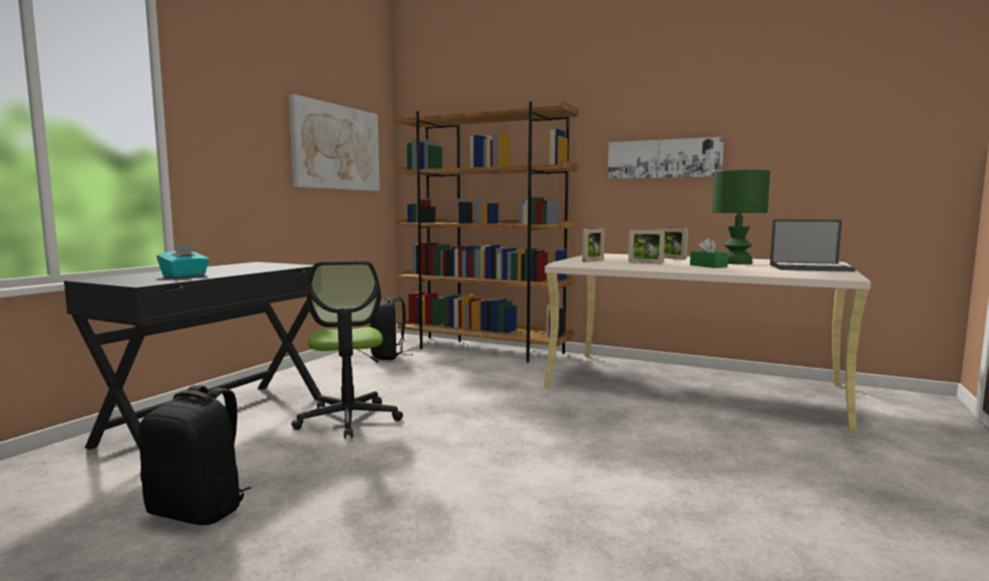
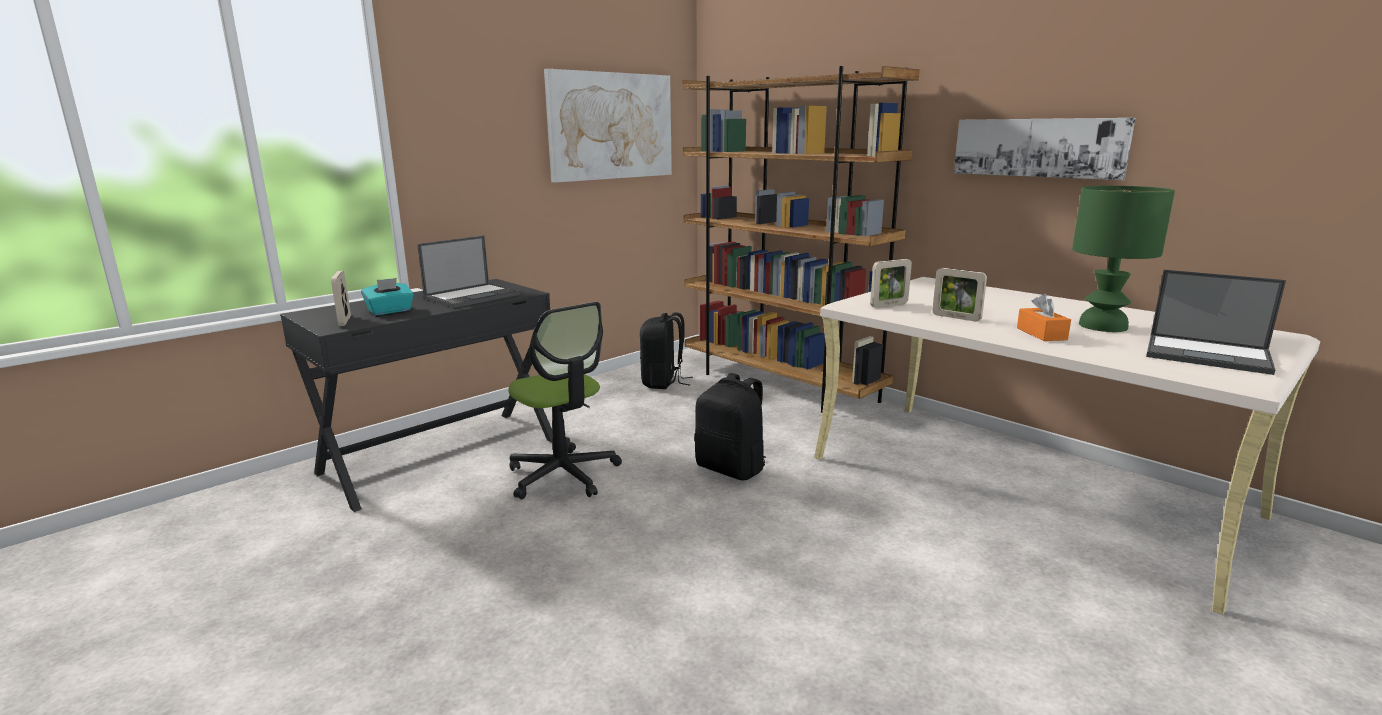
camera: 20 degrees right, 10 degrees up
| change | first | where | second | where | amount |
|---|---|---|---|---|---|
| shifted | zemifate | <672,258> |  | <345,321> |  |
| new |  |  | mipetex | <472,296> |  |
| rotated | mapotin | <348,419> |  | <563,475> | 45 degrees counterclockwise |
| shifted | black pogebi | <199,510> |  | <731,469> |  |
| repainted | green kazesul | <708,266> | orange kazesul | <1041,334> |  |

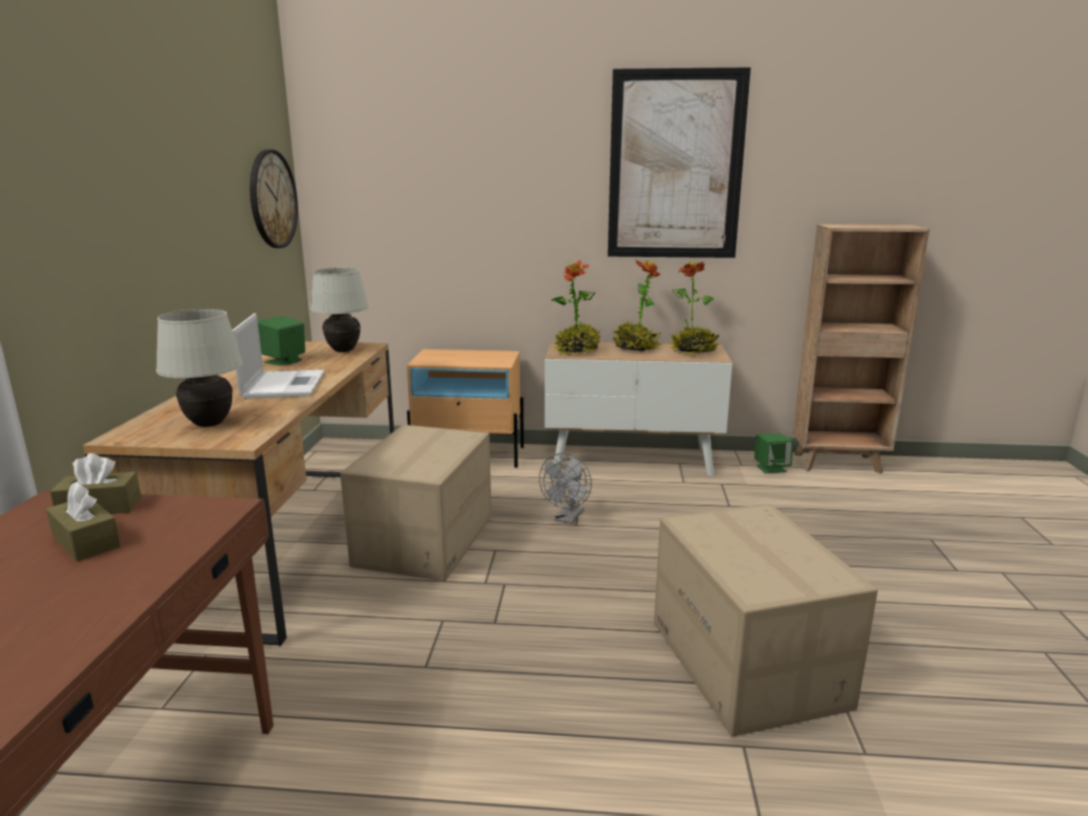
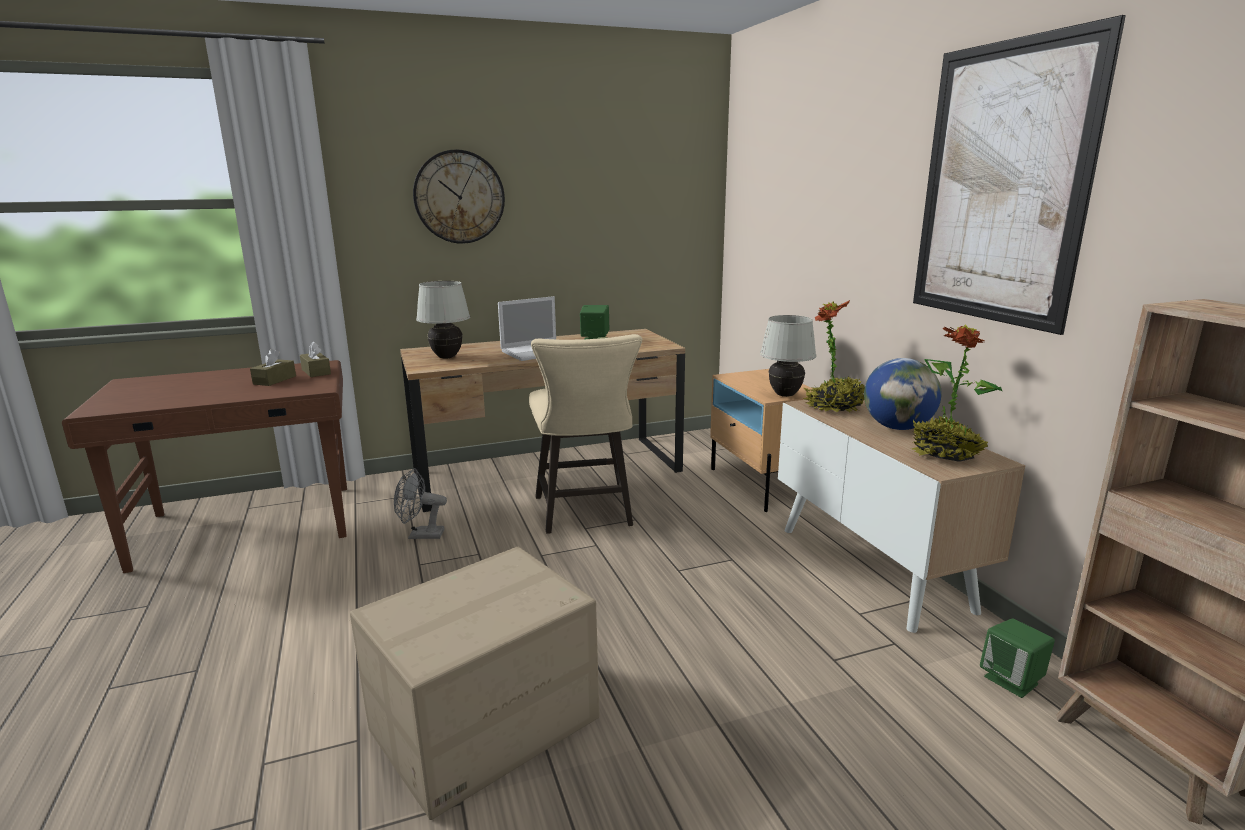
camera: 65 degrees right, 0 degrees up
| change | first | where | second | where | amount |
|---|---|---|---|---|---|
| shifted | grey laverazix | <567,518> |  | <420,535> |  |
| shifted | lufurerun | <272,199> |  | <459,197> |  |
| swapped | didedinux | <426,541> | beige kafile | <585,514> |  |
| shifted | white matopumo | <343,351> |  | <785,395> |  |
| swapped | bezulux | <635,348> | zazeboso | <897,427> |  |

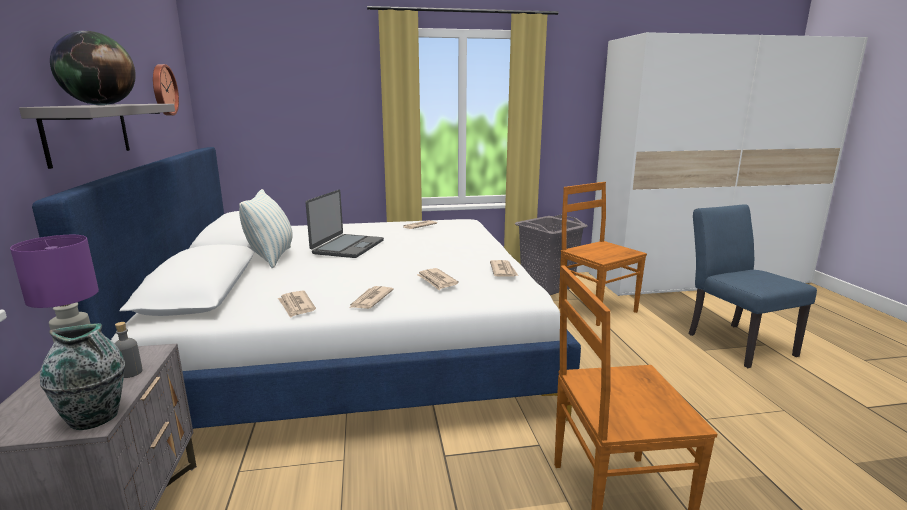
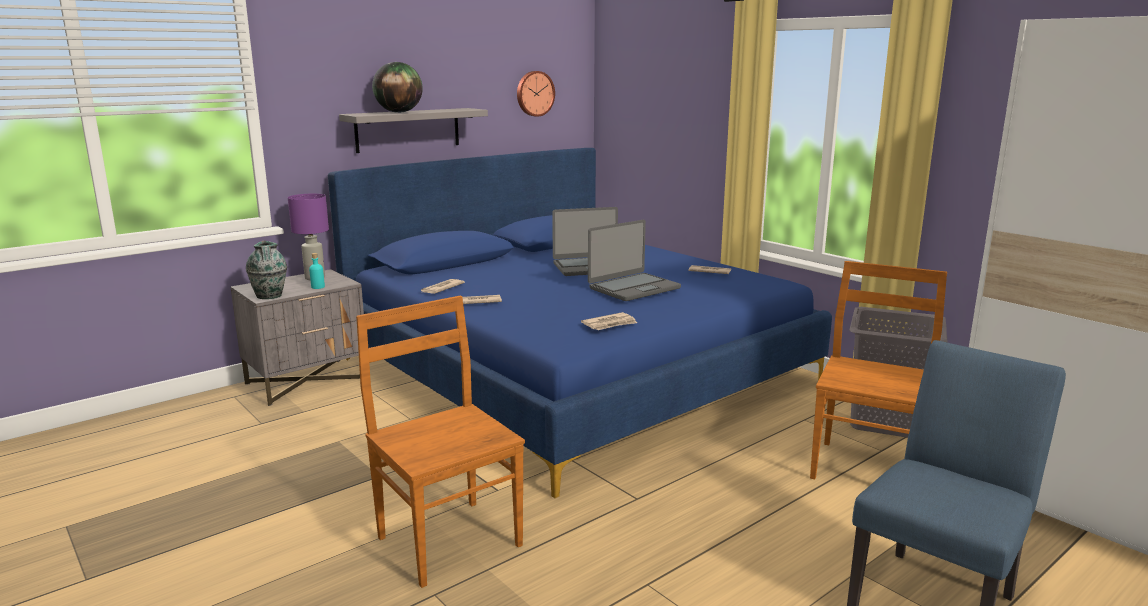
camera: 60 degrees right, 0 degrees up
| change | first | where | second | where | amount |
|---|---|---|---|---|---|
| repainted | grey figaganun | <131,372> | turquoise figaganun | <318,287> |  |
| repainted | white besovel | <356,344> | blue besovel | <575,370> |  |
| new |  |  | mipetex | <633,288> |  |
| gone | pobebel | <272,257> |  |  |  |
| gone | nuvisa | <437,281> |  |  |  |

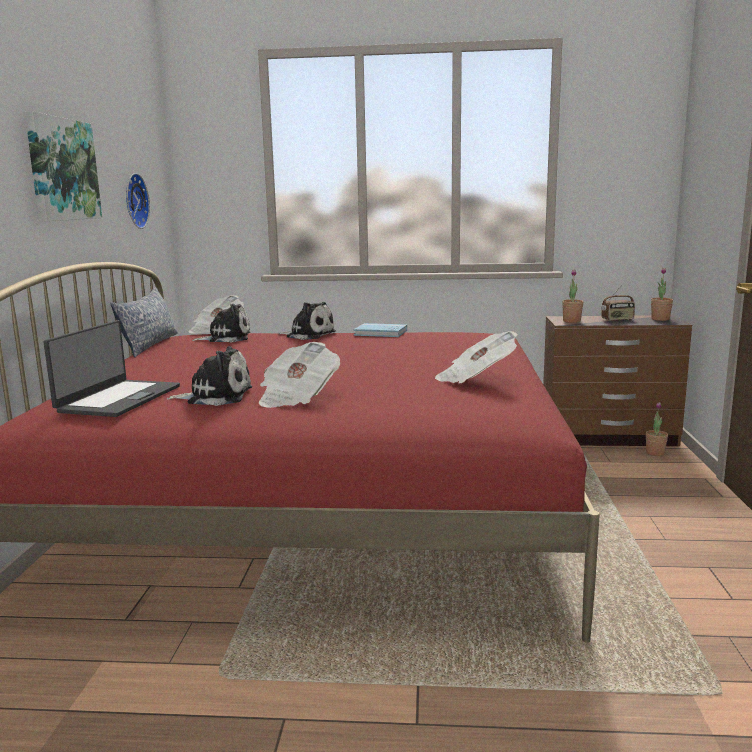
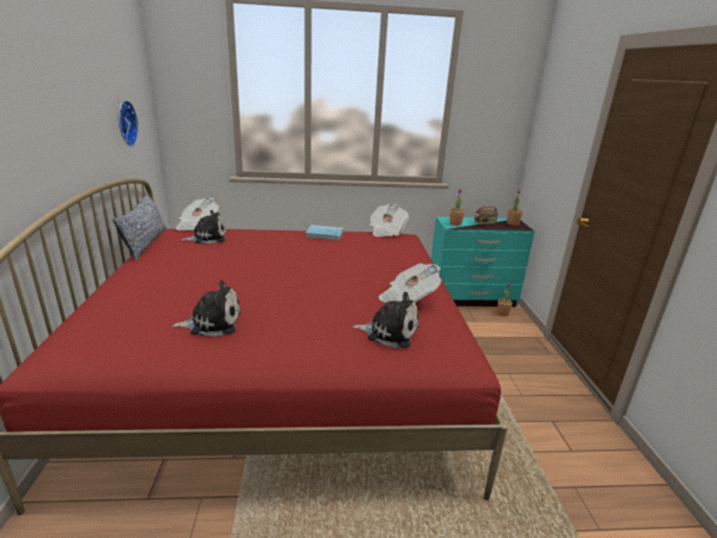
camera: 10 degrees left, 10 degrees up
| change | first | where | second | where | amount |
|---|---|---|---|---|---|
| shifted | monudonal | <308,335> |  | <389,332> |  |
| shifted | nuvisa | <297,397> |  | <386,231> |  |
| repainted | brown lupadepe | <609,437> | turquoise lupadepe | <471,298> |  |
| gone | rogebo | <62,169> |  |  |  |
| gone | mipetex | <118,399> |  |  |  |

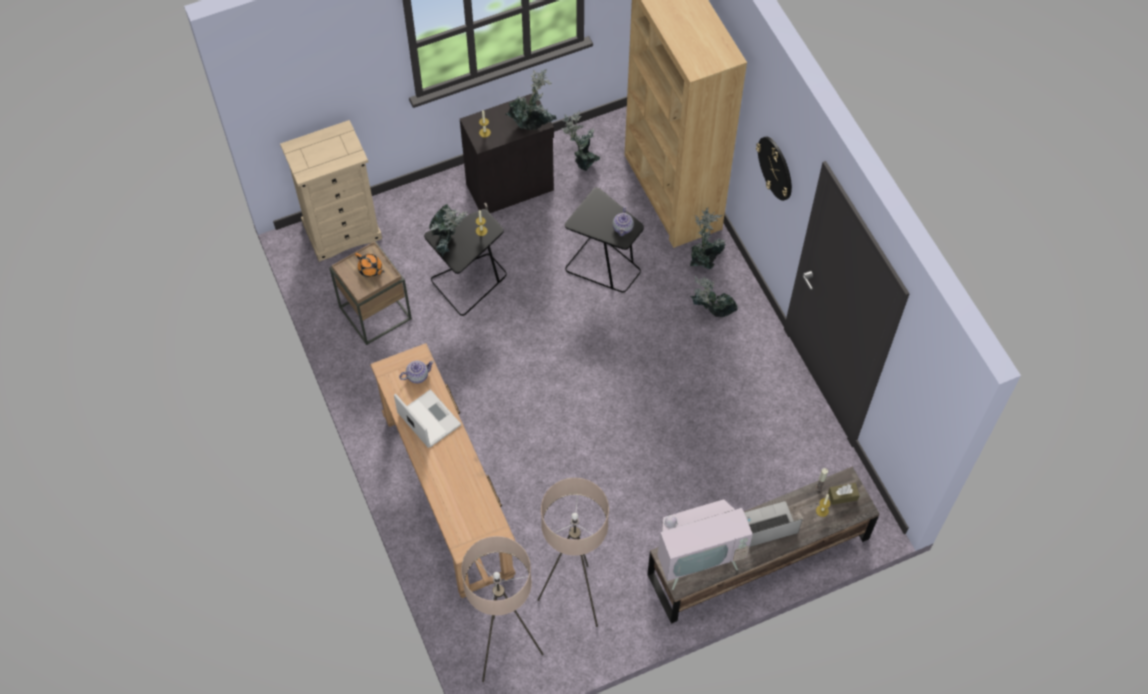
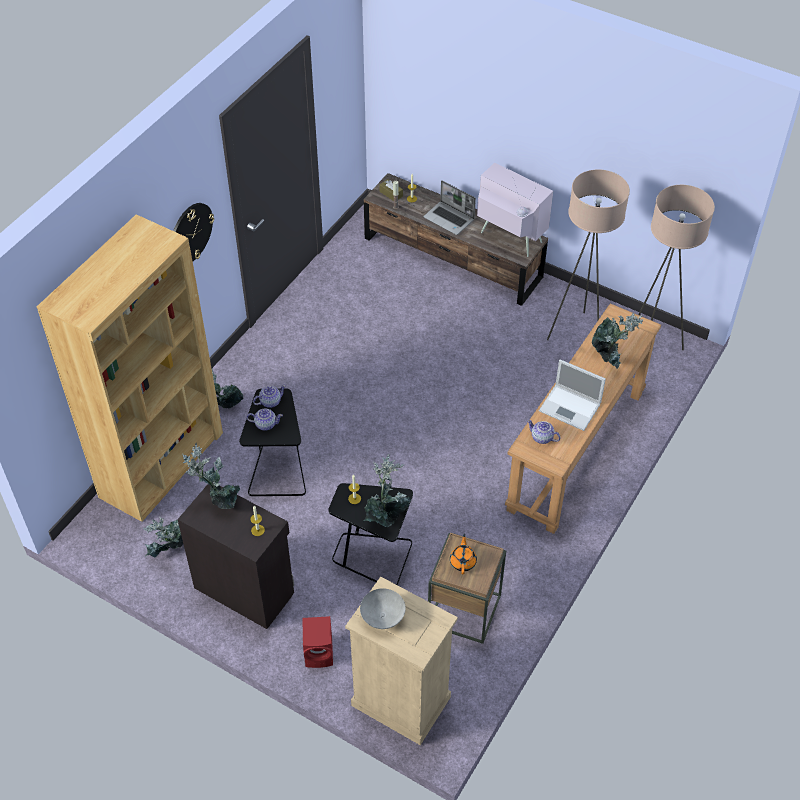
camera: 125 degrees left, 10 degrees down
| change | first | where | second | where | amount |
|---|---|---|---|---|---|
| new |  |  | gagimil | <265,424> |  |
| new |  |  | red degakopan | <320,653> |  |
| new |  |  | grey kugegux | <383,616> |  |
| rotated | mipetex | <428,418> |  | <571,408> | 75 degrees counterclockwise |
| shifted | bezulux | <710,312> |  | <610,357> |  |

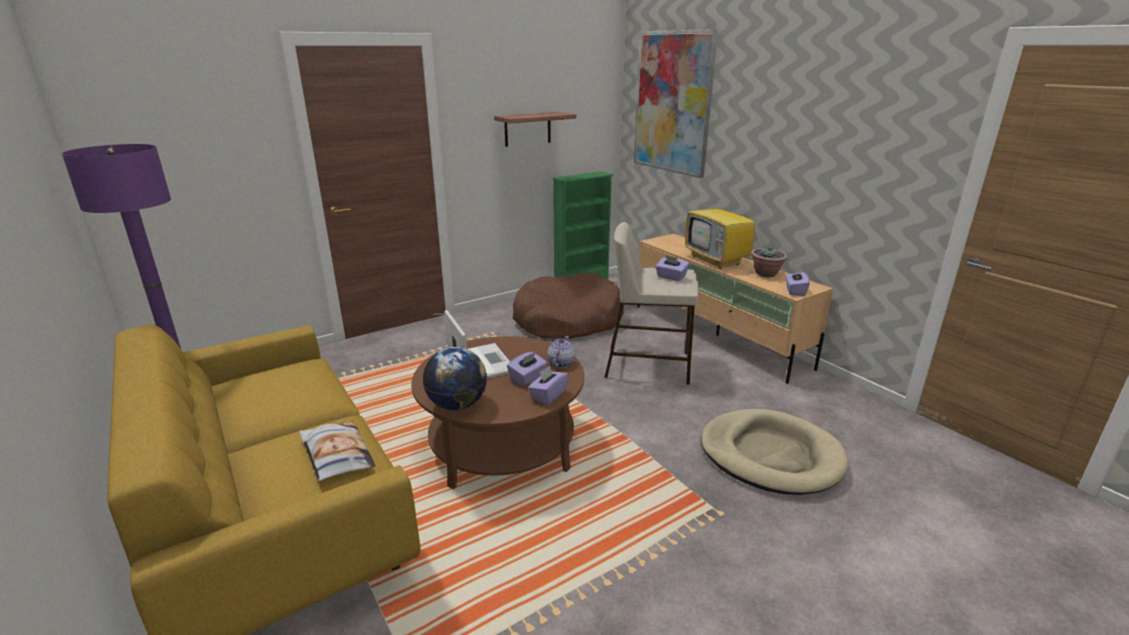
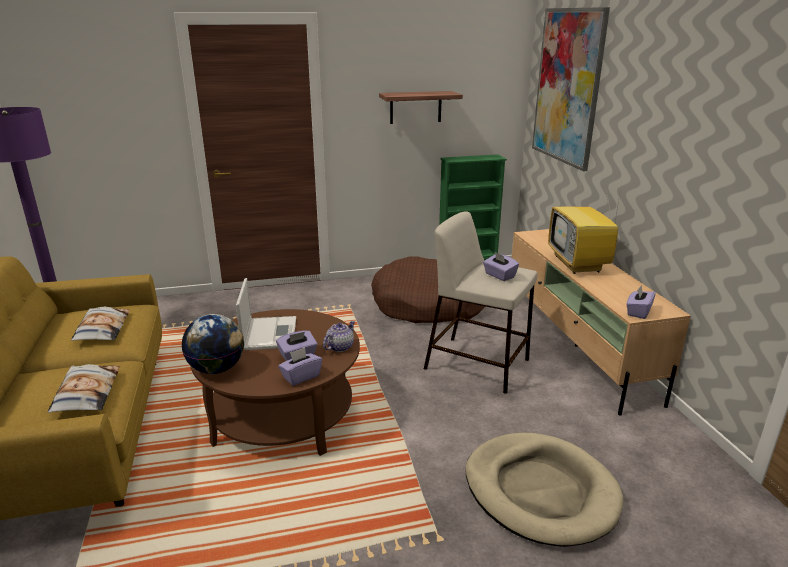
camera: 20 degrees right, 0 degrees up
| change | first | where | second | where | amount |
|---|---|---|---|---|---|
| new |  |  | pobebel | <102,329> |  |
| gone | bezulux | <766,274> |  |  |  |

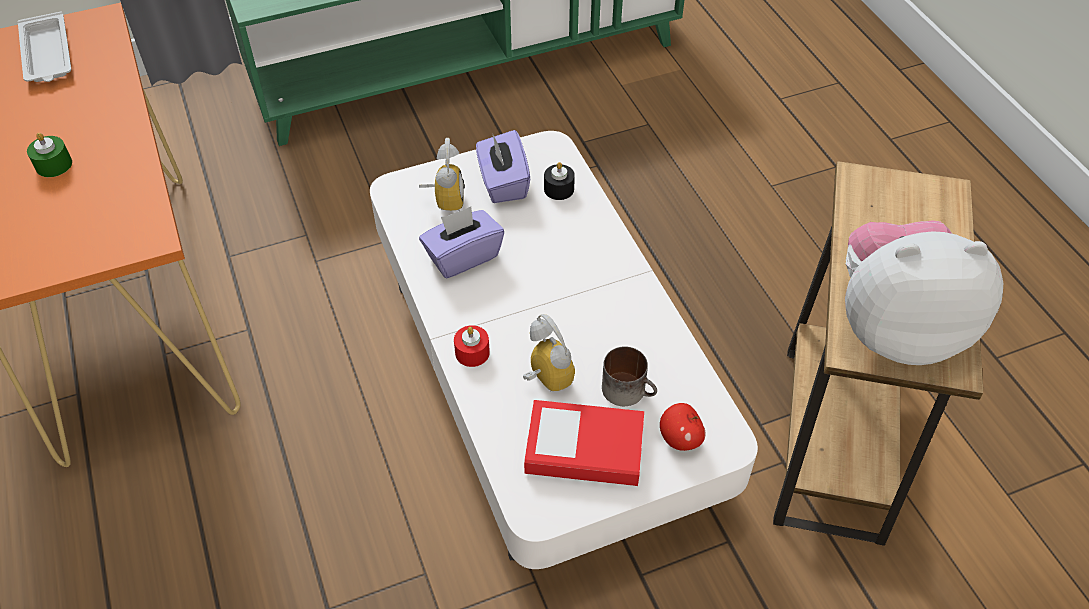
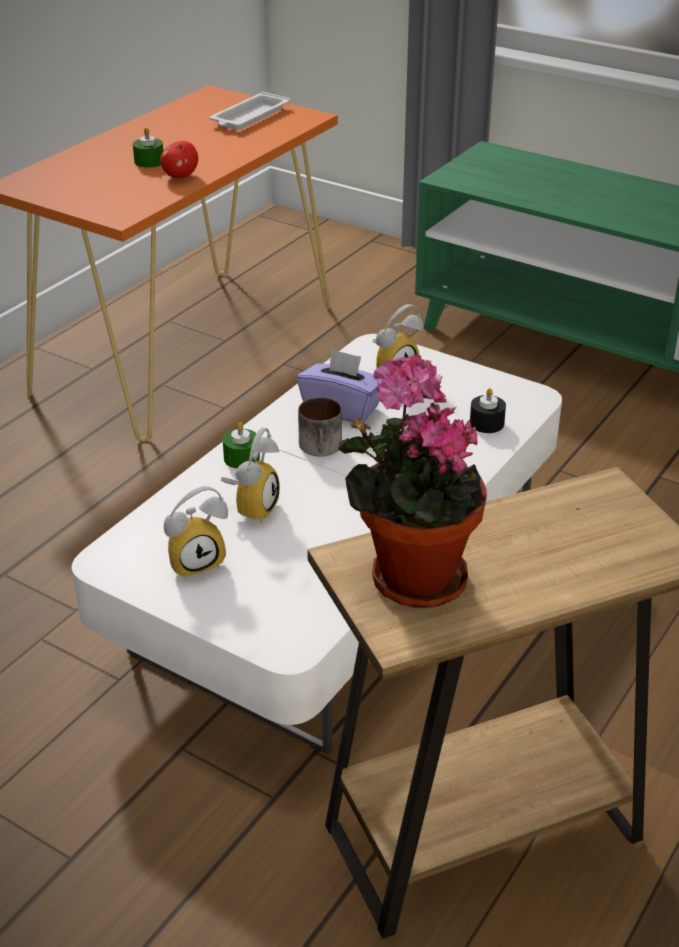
camera: 55 degrees right, 15 degrees down
| change | first | where | second | where | amount |
|---|---|---|---|---|---|
| shifted | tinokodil | <680,439> |  | <180,176> |  |
| swapped | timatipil | <584,449> | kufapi | <196,561> |  |
| repainted | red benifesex | <472,352> | green benifesex | <241,458> |  |
| shifted | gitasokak | <629,390> |  | <322,448> |  |
| swapped | monudonal | <895,328> | bezulux | <409,577> |  |
| gone | purple kazesul | <503,183> |  |  |  |

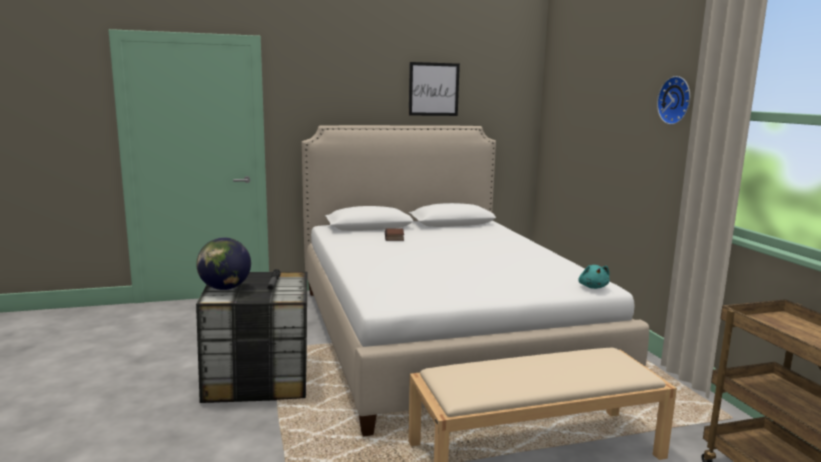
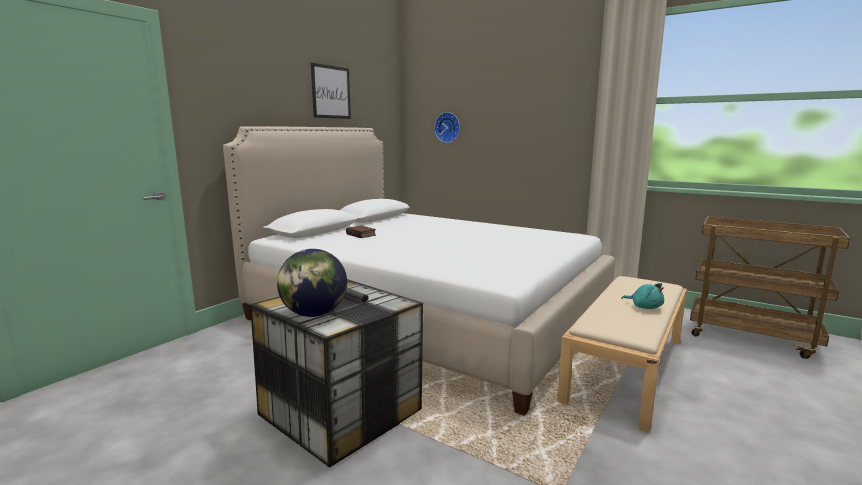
camera: 40 degrees left, 0 degrees up
| change | first | where | second | where | amount |
|---|---|---|---|---|---|
| shifted | lufurerun | <676,100> |  | <448,127> |  |
| shifted | turquoise monudonal | <593,287> |  | <644,307> |  |

